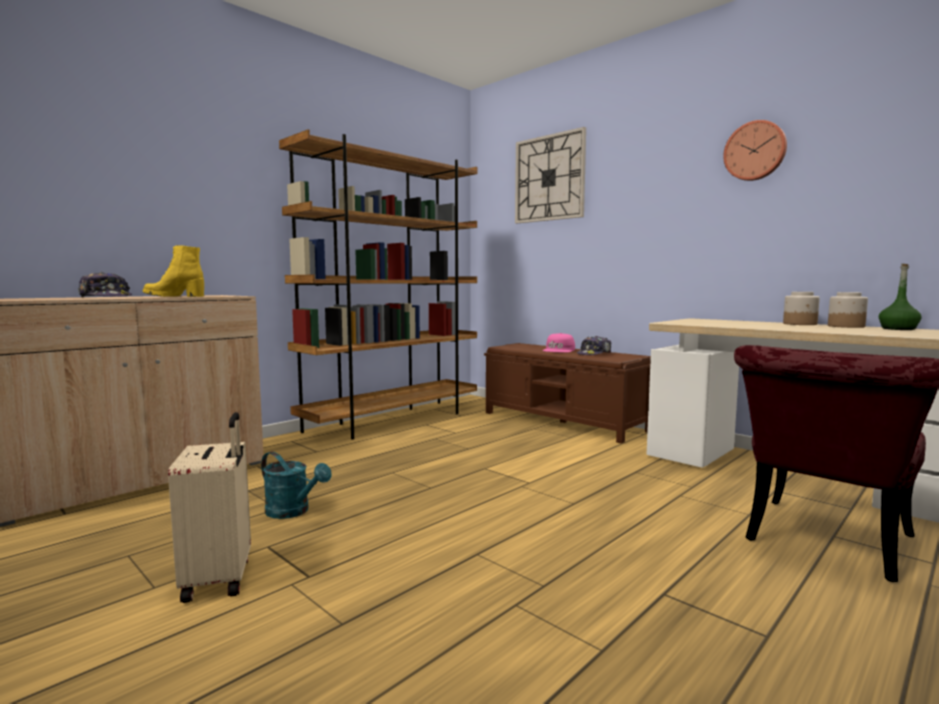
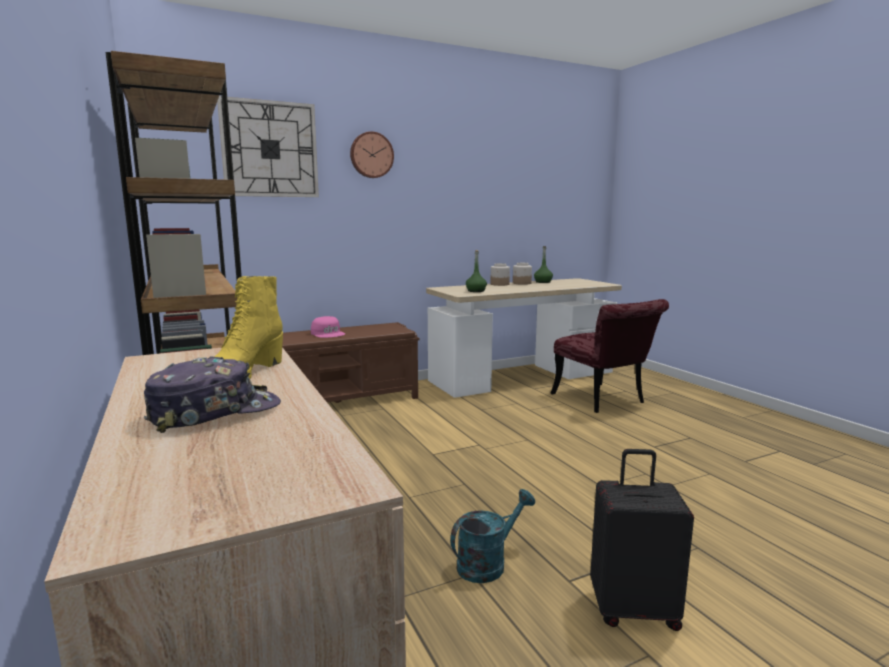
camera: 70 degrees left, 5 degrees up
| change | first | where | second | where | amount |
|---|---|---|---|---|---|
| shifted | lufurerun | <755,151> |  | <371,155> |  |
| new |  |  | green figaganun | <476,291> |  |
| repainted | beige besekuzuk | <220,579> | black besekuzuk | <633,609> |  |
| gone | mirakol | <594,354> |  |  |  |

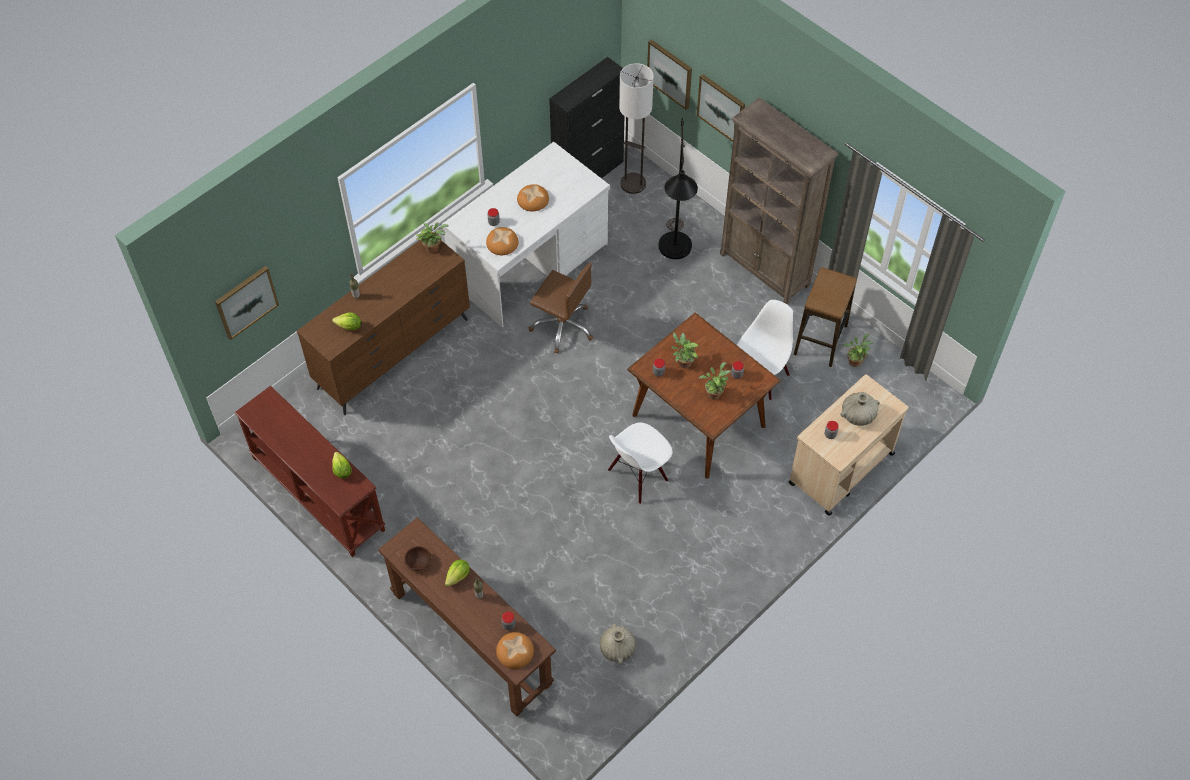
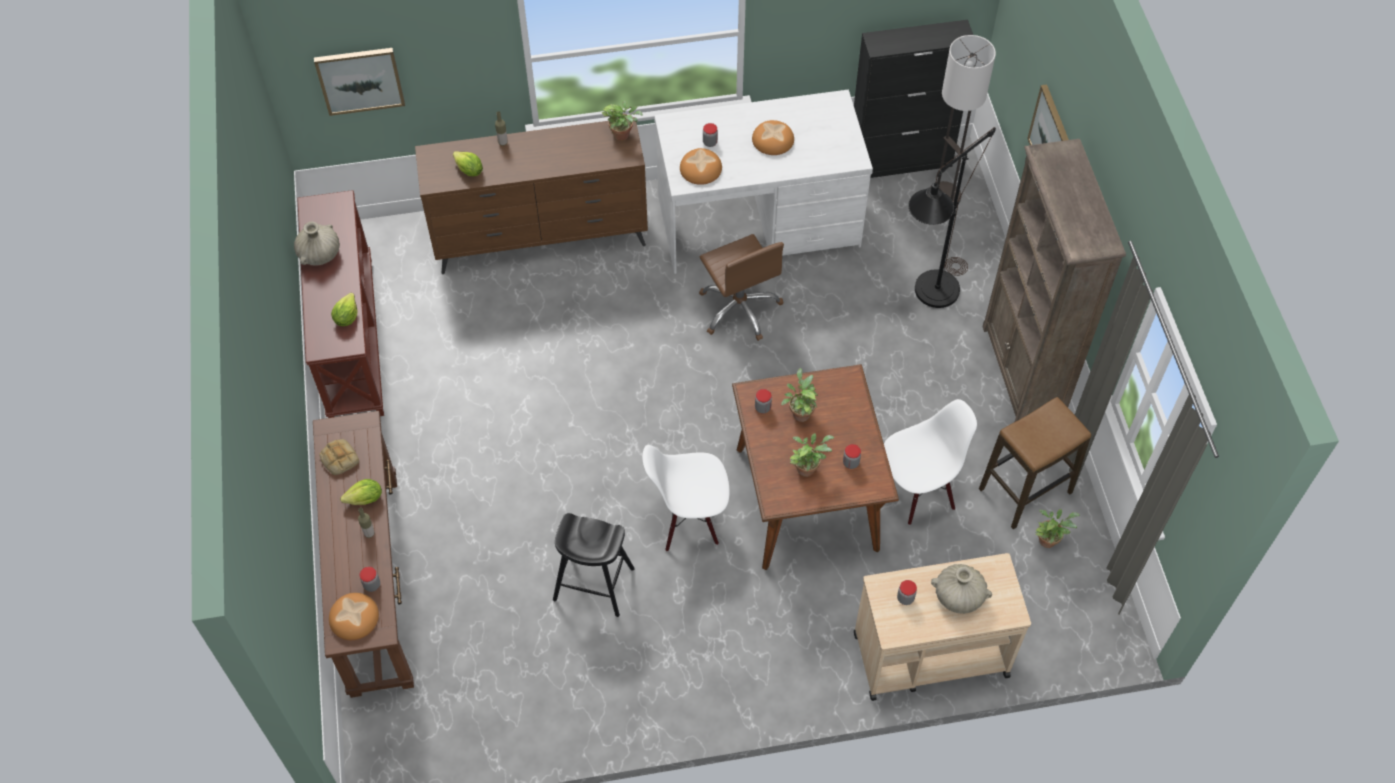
camera: 35 degrees right, 0 degrees up
| change | first | where | second | where | amount |
|---|---|---|---|---|---|
| shifted | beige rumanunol | <617,649> |  | <320,254> |  |
| swapped | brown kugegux | <418,562> | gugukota | <339,459> |  |
| new |  |  | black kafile | <594,584> |  |
| gone | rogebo | <670,73> |  |  |  |

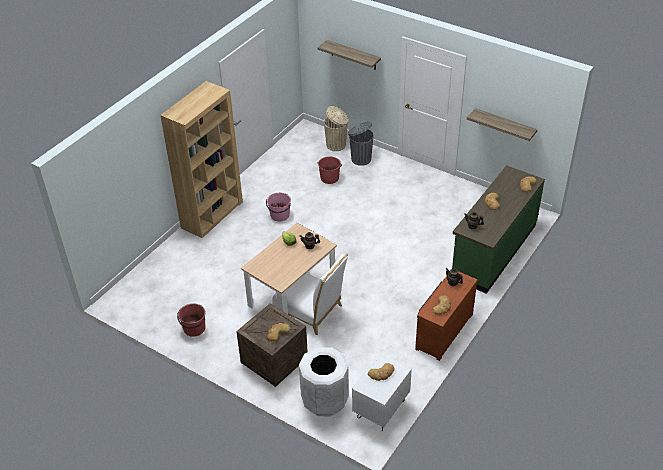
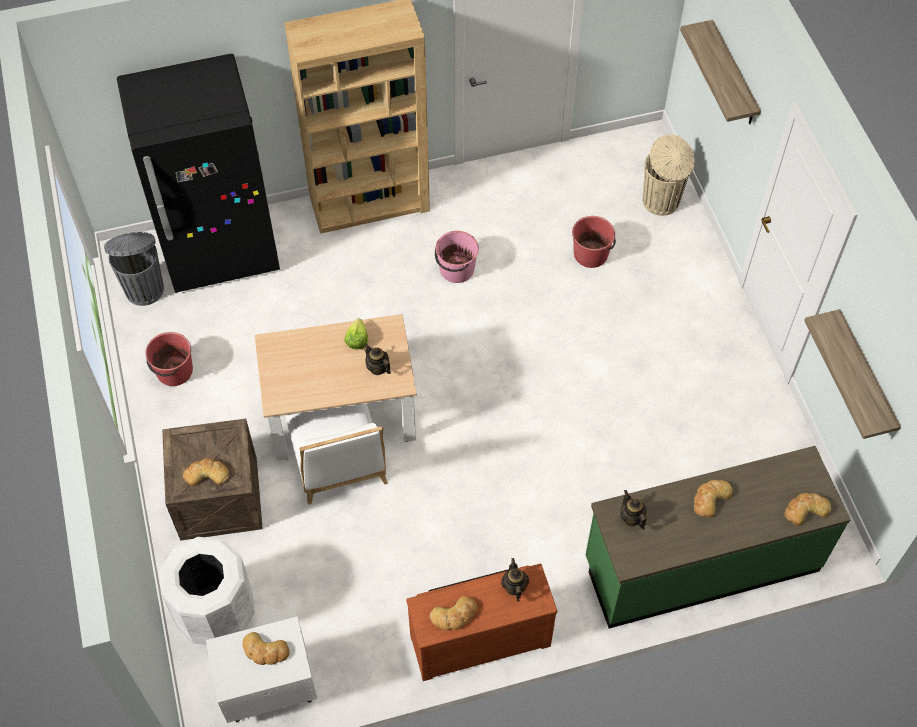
camera: 40 degrees right, 15 degrees up
| change | first | where | second | where | amount |
|---|---|---|---|---|---|
| shifted | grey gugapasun | <360,159> |  | <144,288> |  |
| new |  |  | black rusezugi | <221,251> |  |

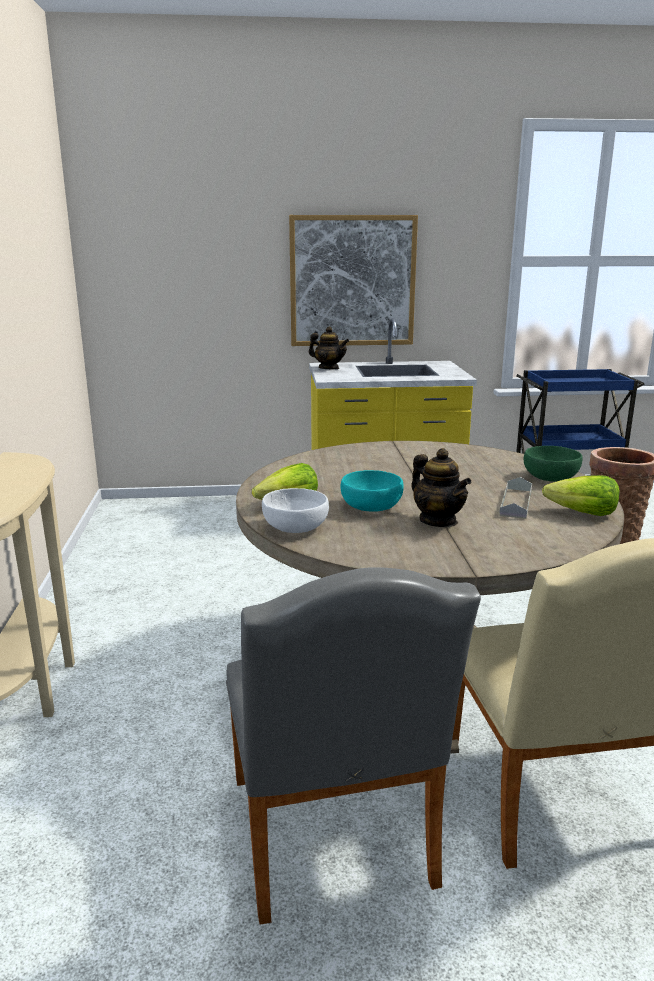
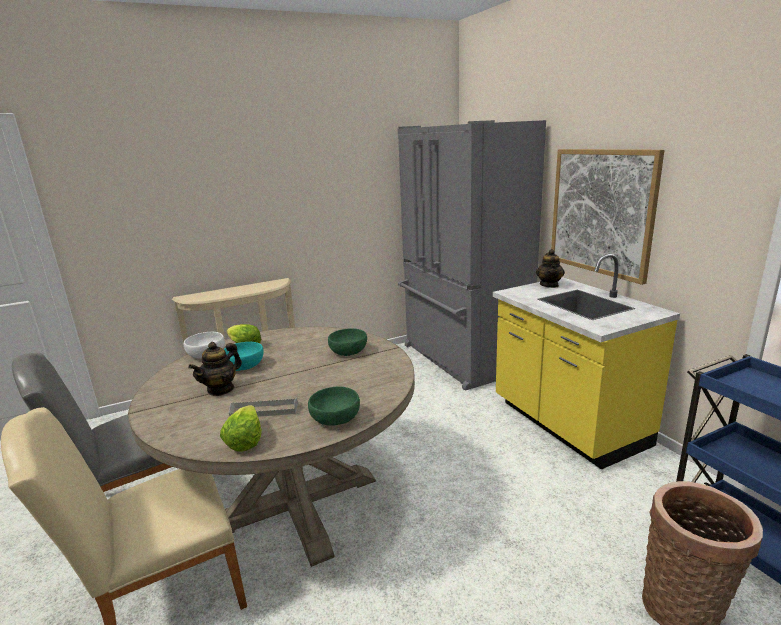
camera: 70 degrees right, 0 degrees up
| change | first | where | second | where | amount |
|---|---|---|---|---|---|
| new |  |  | green kugegux | <349,351> |  |
| new |  |  | grey rusezugi | <461,358> |  |

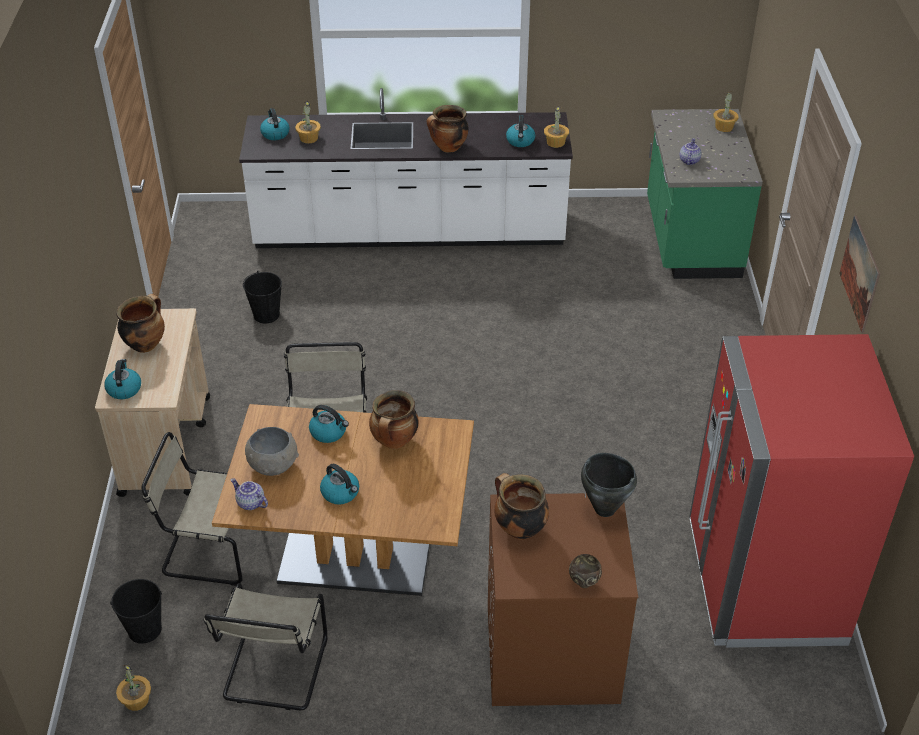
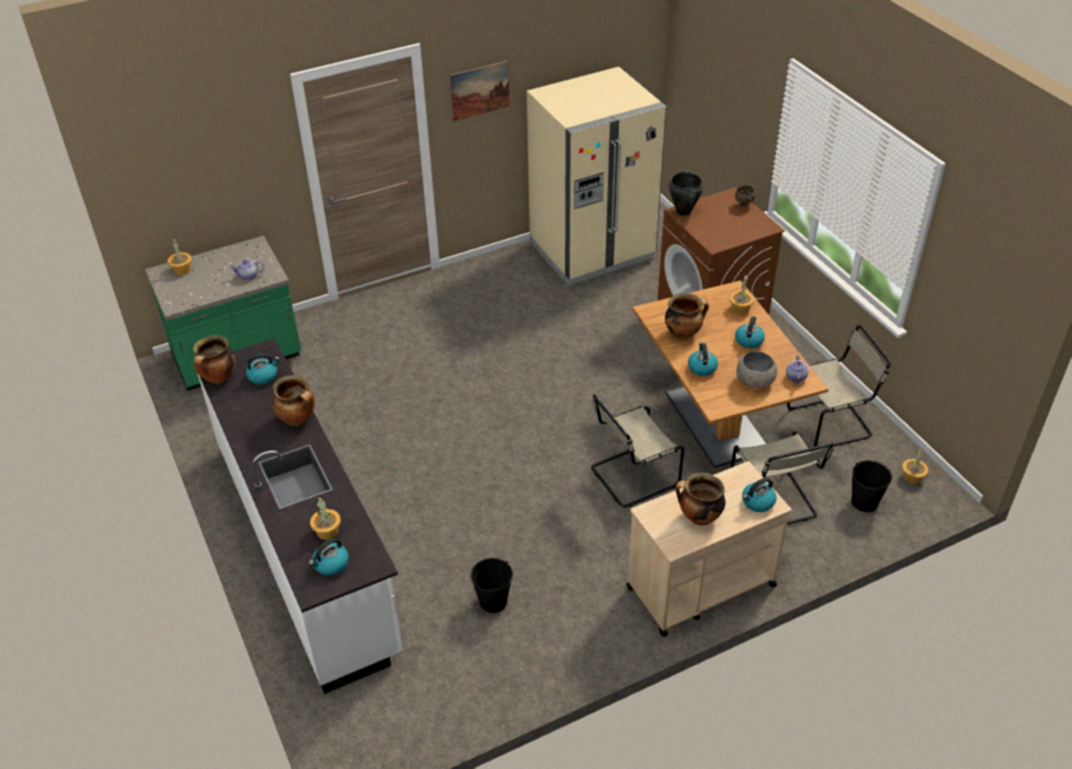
camera: 115 degrees left, 0 degrees up
| change | first | where | second | where | amount |
|---|---|---|---|---|---|
| shifted | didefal | <519,529> |  | <218,378> |  |
| repainted | red rusezugi | <764,583> | beige rusezugi | <592,251> |  |
| shifted | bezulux | <556,142> |  | <740,308> |  |

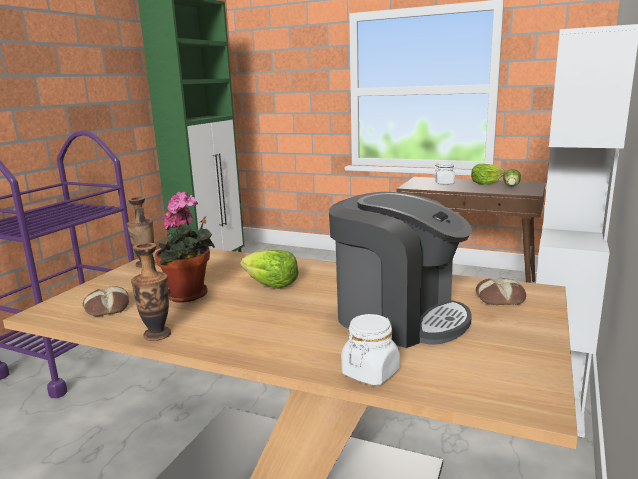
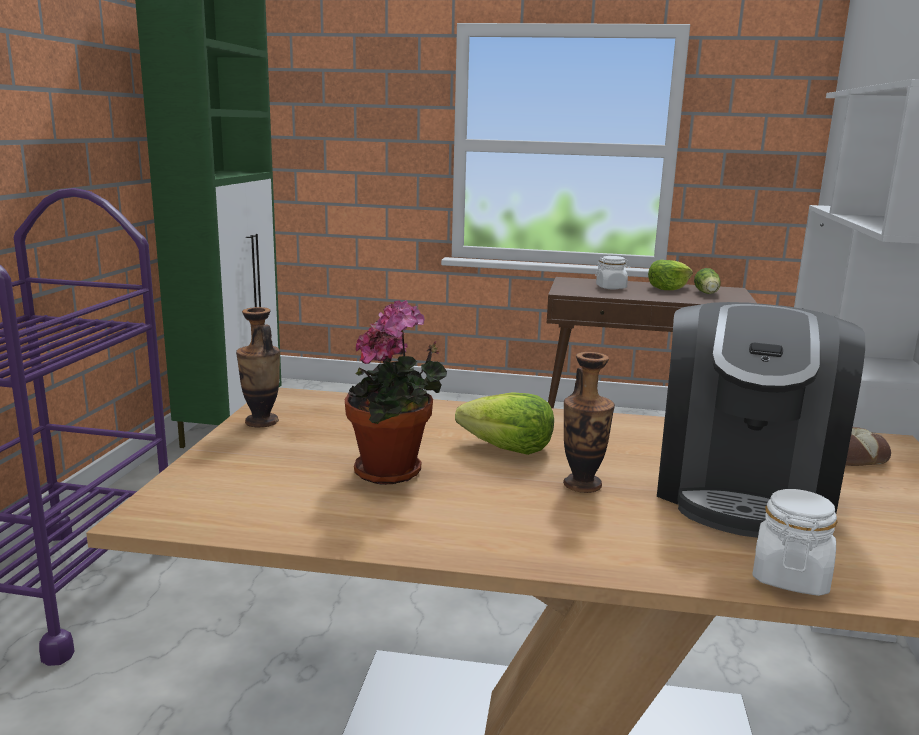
camera: 15 degrees left, 0 degrees up
| change | first | where | second | where | amount |
|---|---|---|---|---|---|
| shifted | rumanunol | <157,335> |  | <582,485> |  |
| rotated | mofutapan | <398,316> |  | <743,490> | 90 degrees clockwise |
| gone | gugukota | <107,308> |  |  |  |

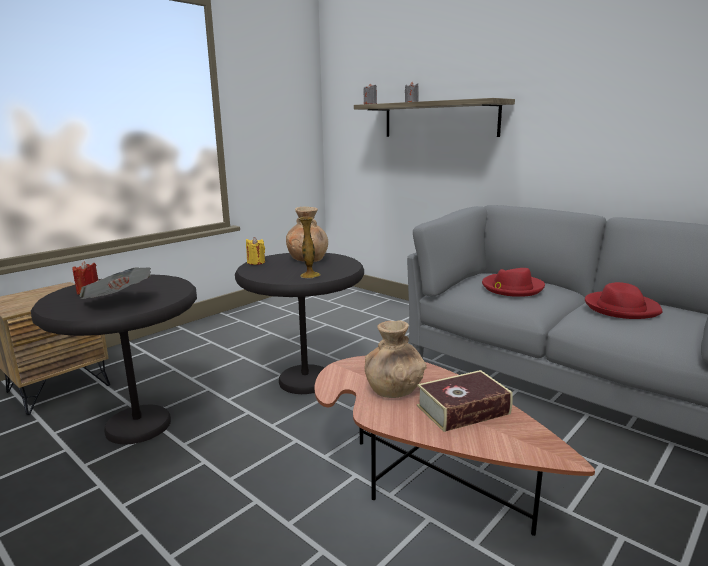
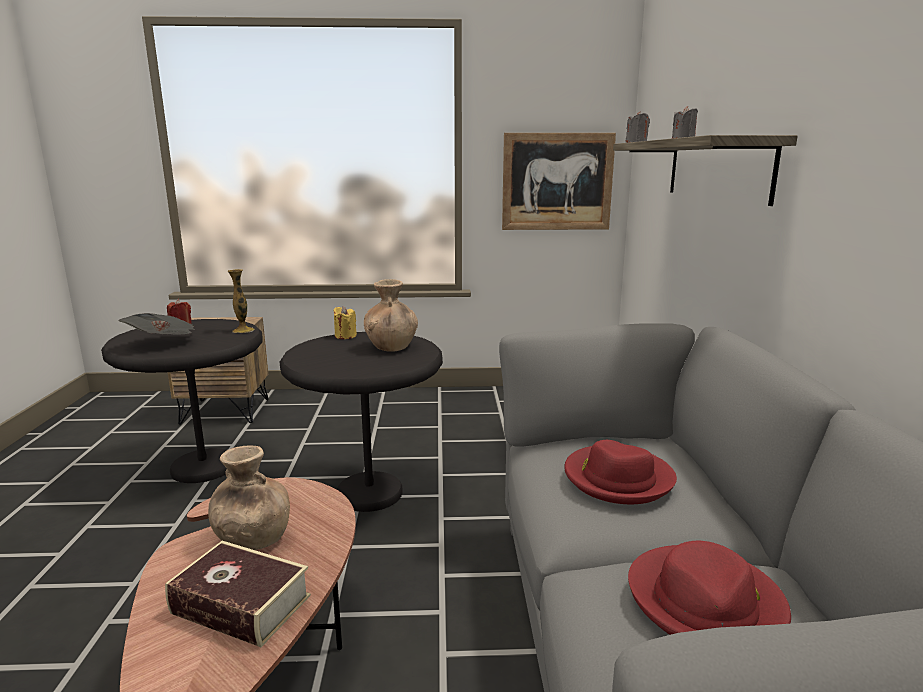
camera: 45 degrees right, 0 degrees up
| change | first | where | second | where | amount |
|---|---|---|---|---|---|
| shifted | rumanunol | <310,275> |  | <243,330> |  |
| new |  |  | rogebo | <557,182> |  |

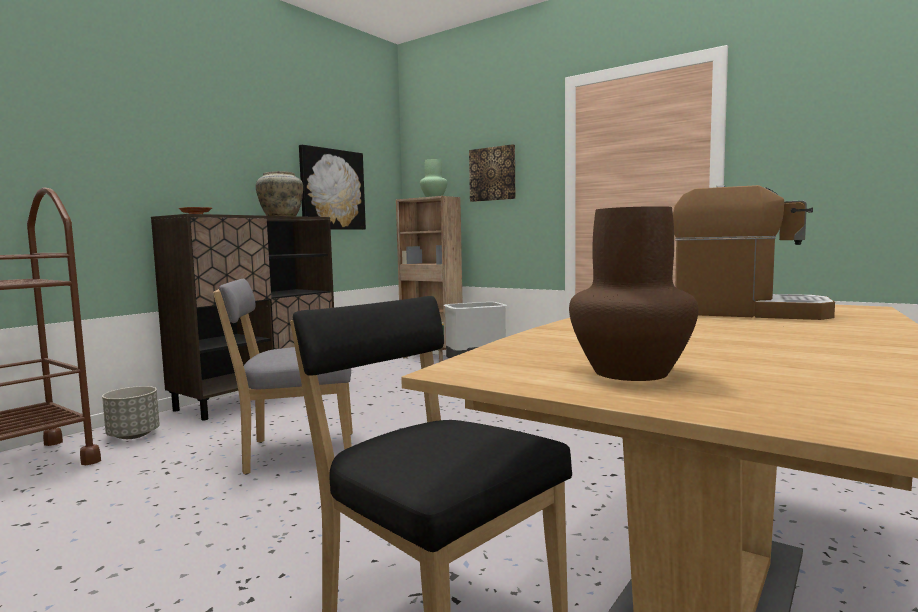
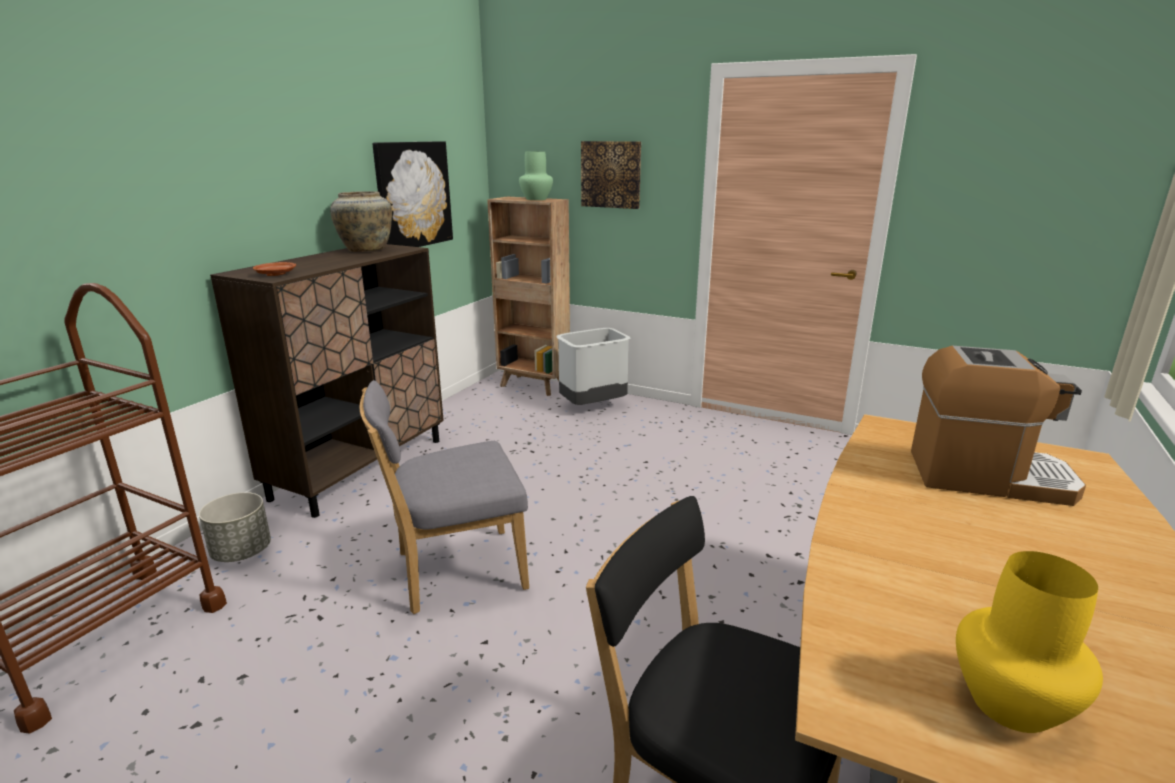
camera: 10 degrees left, 15 degrees up
| change | first | where | second | where | amount |
|---|---|---|---|---|---|
| repainted | brown rumanunol | <630,373> | yellow rumanunol | <1011,706> |  |

